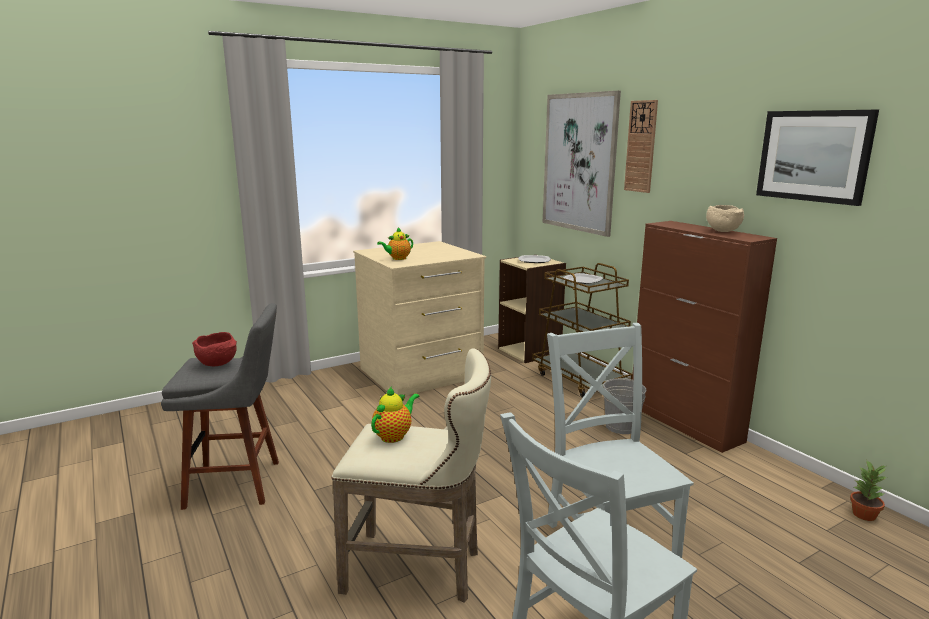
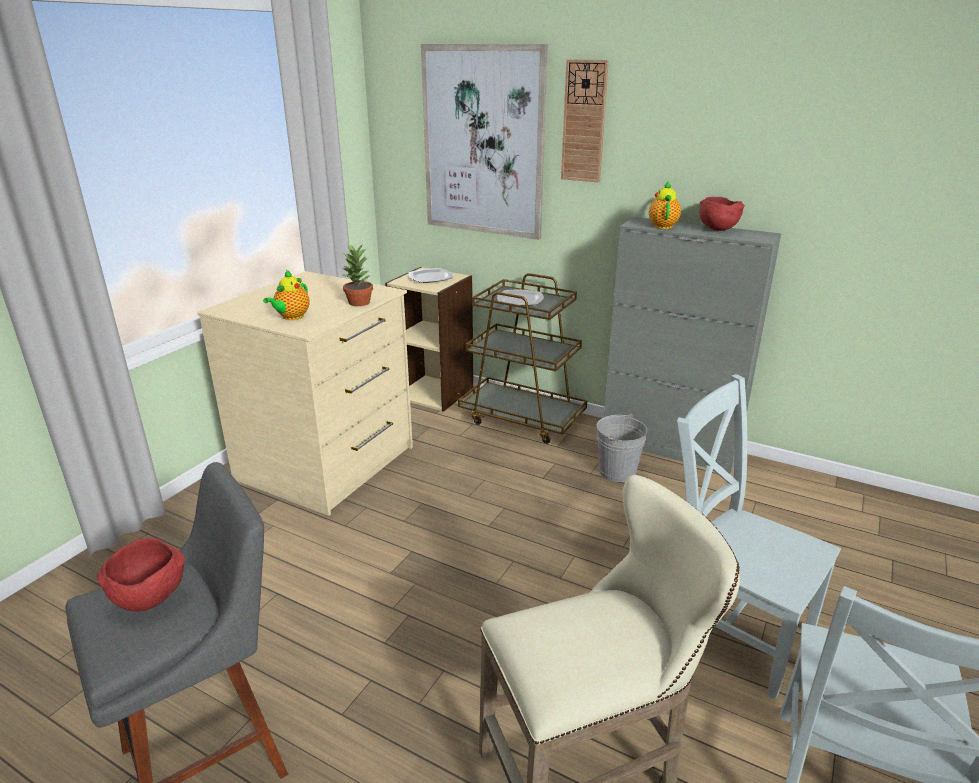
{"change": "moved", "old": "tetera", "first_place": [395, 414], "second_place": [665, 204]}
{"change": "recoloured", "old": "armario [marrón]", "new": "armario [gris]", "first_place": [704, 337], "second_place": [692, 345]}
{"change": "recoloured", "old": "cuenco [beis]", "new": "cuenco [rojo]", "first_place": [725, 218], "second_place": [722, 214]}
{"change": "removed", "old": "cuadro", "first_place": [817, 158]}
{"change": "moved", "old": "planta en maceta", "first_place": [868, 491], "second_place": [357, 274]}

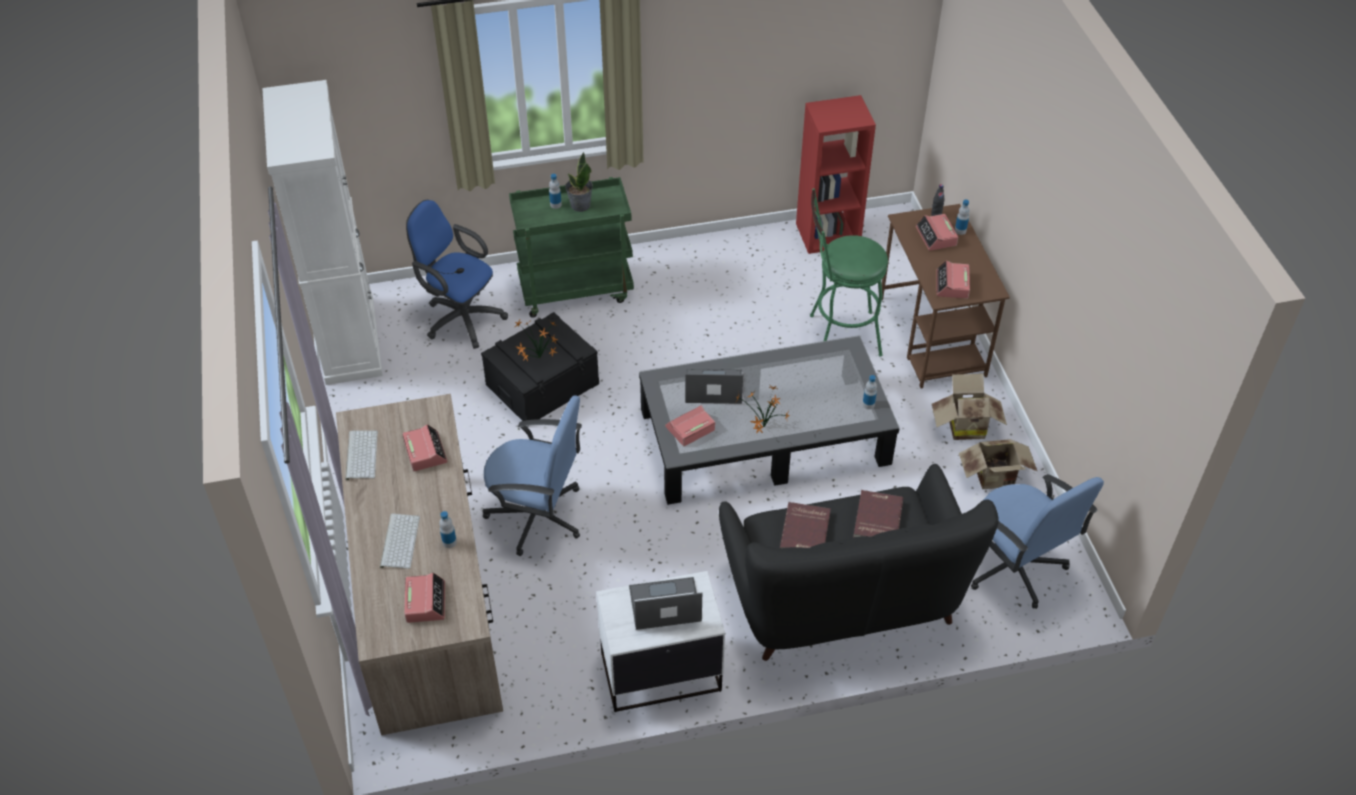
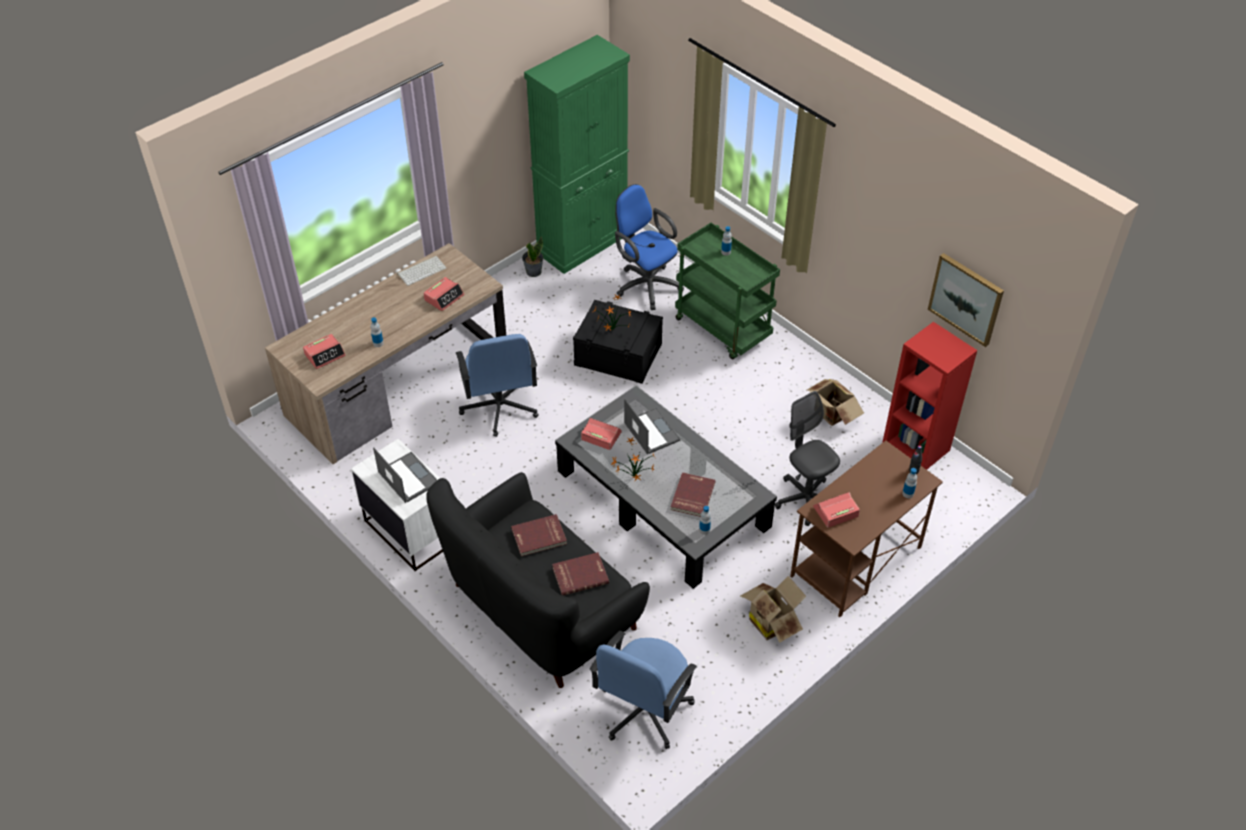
{"change": "recoloured", "old": "armario [blanco]", "new": "armario [verde]", "first_place": [322, 232], "second_place": [577, 154]}
{"change": "removed", "old": "teclado", "first_place": [400, 541]}
{"change": "turned", "old": "silla de oficina [azul]", "first_place": [457, 274], "second_place": [649, 247], "degrees": -45}
{"change": "moved", "old": "planta en maceta", "first_place": [579, 182], "second_place": [533, 257]}
{"change": "replaced", "old": "taburete [verde]", "new": "silla de oficina [gris]", "first_place": [849, 272], "second_place": [807, 458]}
{"change": "removed", "old": "despertador", "first_place": [937, 232]}
{"change": "moved", "old": "caja de cartón", "first_place": [998, 464], "second_place": [835, 402]}
{"change": "added", "new": "libro [rojo]", "second_place": [693, 494]}
{"change": "added", "new": "cuadro", "second_place": [966, 300]}

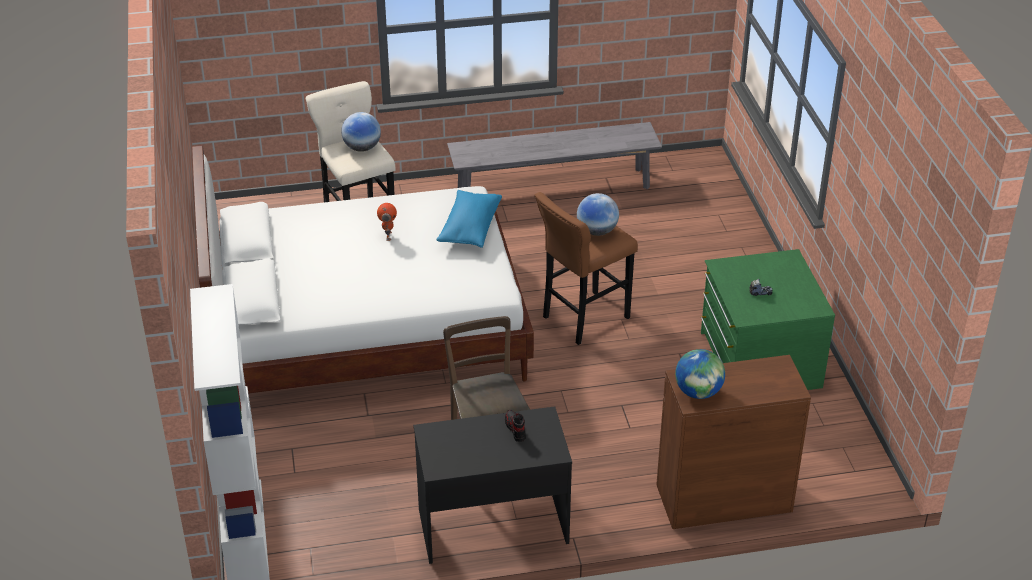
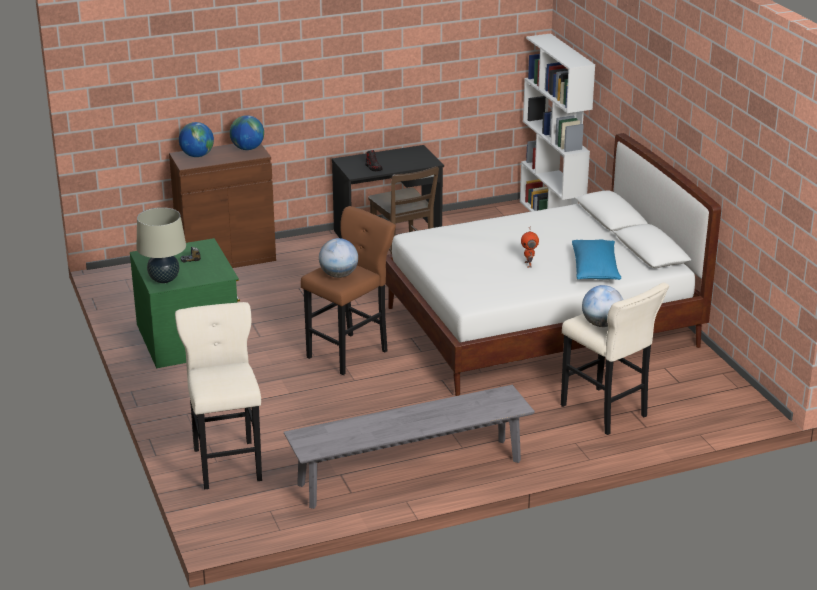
{"change": "moved", "old": "cojín [azul]", "first_place": [469, 219], "second_place": [596, 260]}
{"change": "added", "new": "lámpara de mesa [beis]", "second_place": [161, 245]}
{"change": "added", "new": "taburete [beis]", "second_place": [218, 395]}
{"change": "added", "new": "globo terráqueo", "second_place": [196, 139]}

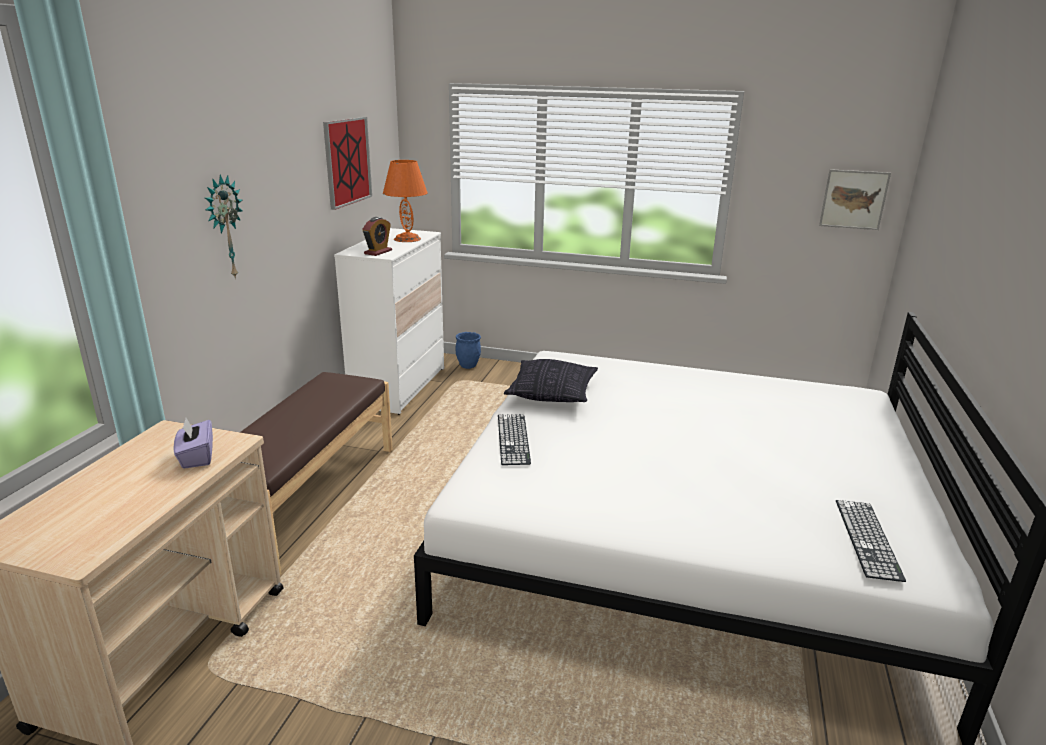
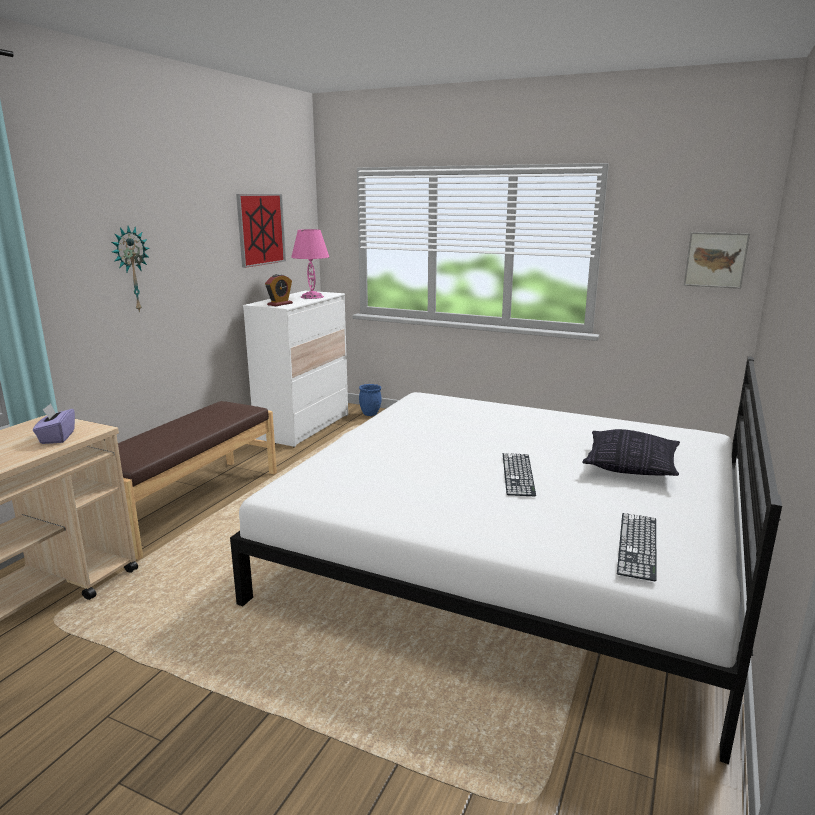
{"change": "recoloured", "old": "lámpara de mesa [naranja]", "new": "lámpara de mesa [rosa]", "first_place": [405, 201], "second_place": [310, 264]}
{"change": "moved", "old": "teclado", "first_place": [514, 439], "second_place": [519, 474]}
{"change": "moved", "old": "cojín", "first_place": [551, 380], "second_place": [631, 452]}

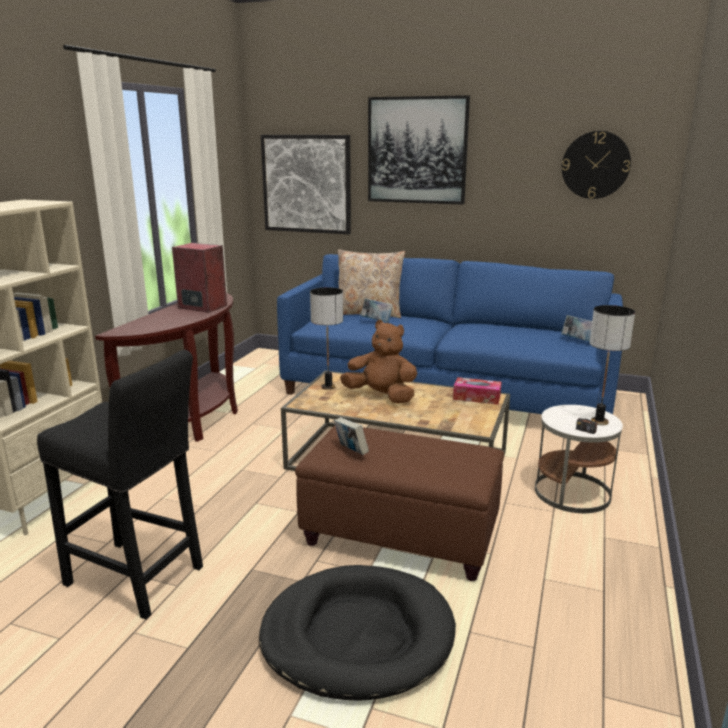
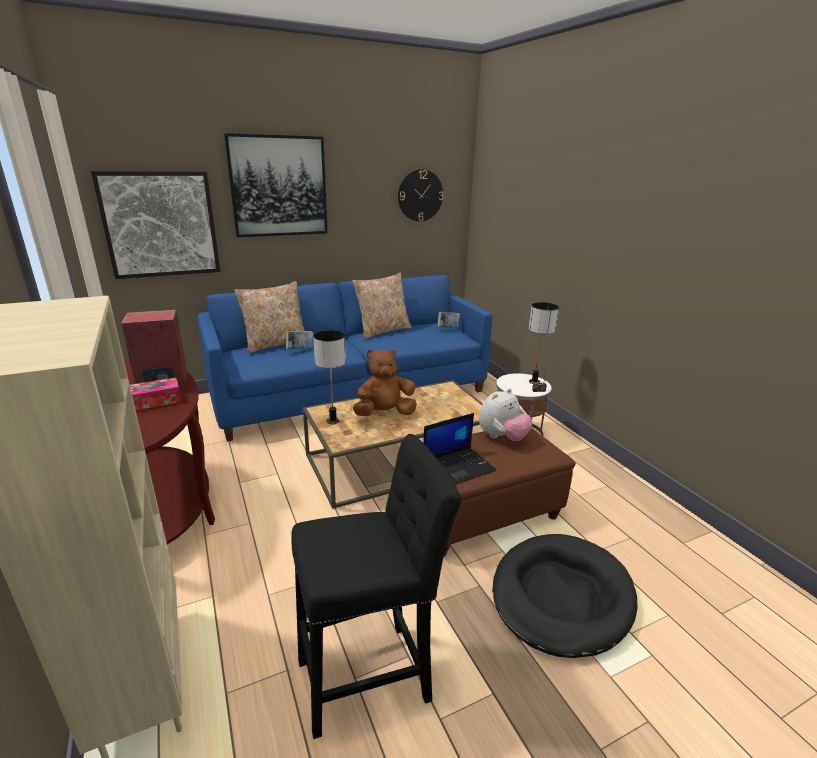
{"change": "replaced", "old": "libro", "new": "portátil", "first_place": [351, 436], "second_place": [459, 449]}
{"change": "moved", "old": "caja de pañuelos", "first_place": [477, 391], "second_place": [155, 393]}
{"change": "added", "new": "cojín [beis]", "second_place": [382, 306]}
{"change": "added", "new": "peluche", "second_place": [506, 414]}

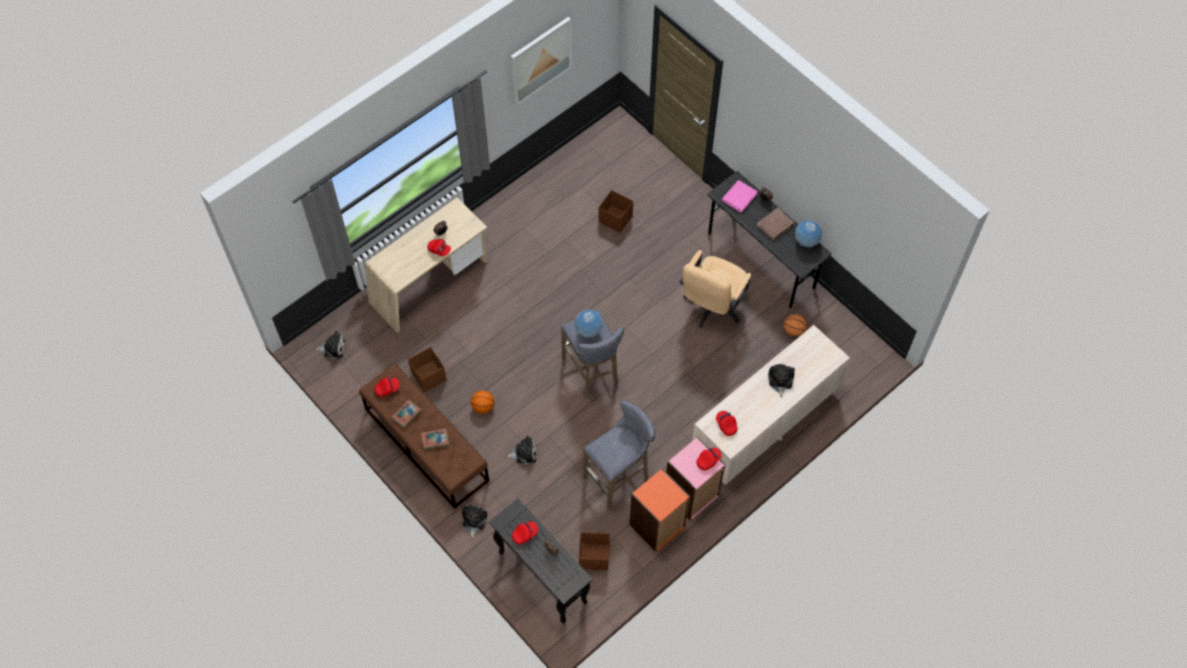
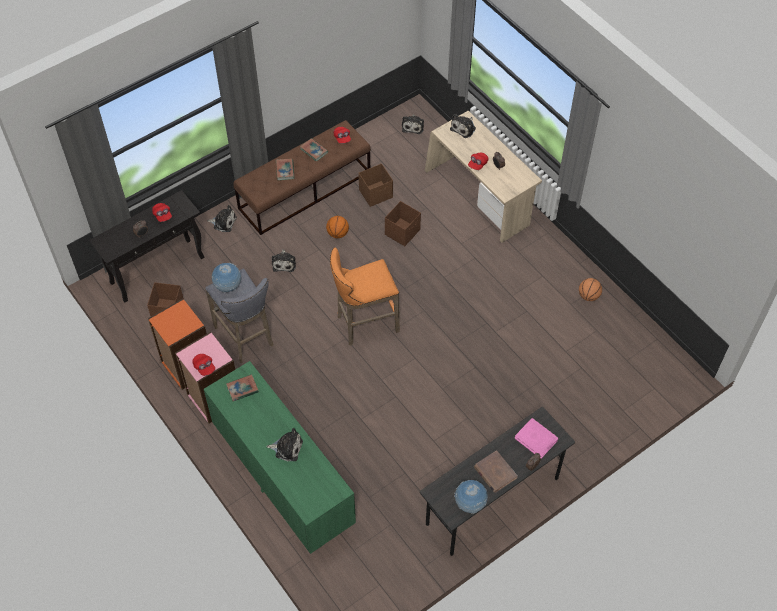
{"change": "removed", "old": "cuadro", "first_place": [541, 61]}
{"change": "recoloured", "old": "taburete [gris]", "new": "taburete [naranja]", "first_place": [592, 353], "second_place": [365, 297]}
{"change": "moved", "old": "globo terráqueo", "first_place": [589, 324], "second_place": [226, 278]}
{"change": "moved", "old": "caja de almacenaje [marrón]", "first_place": [616, 211], "second_place": [403, 223]}
{"change": "removed", "old": "silla de oficina [beis]", "first_place": [715, 289]}
{"change": "recoloured", "old": "cómoda [beis]", "new": "cómoda [verde]", "first_place": [771, 405], "second_place": [280, 457]}
{"change": "replaced", "old": "gorra [rojo]", "new": "libro", "first_place": [727, 423], "second_place": [242, 387]}
{"change": "moved", "old": "balón de baloncesto", "first_place": [795, 325], "second_place": [590, 289]}
{"change": "added", "new": "peluche", "second_place": [463, 126]}

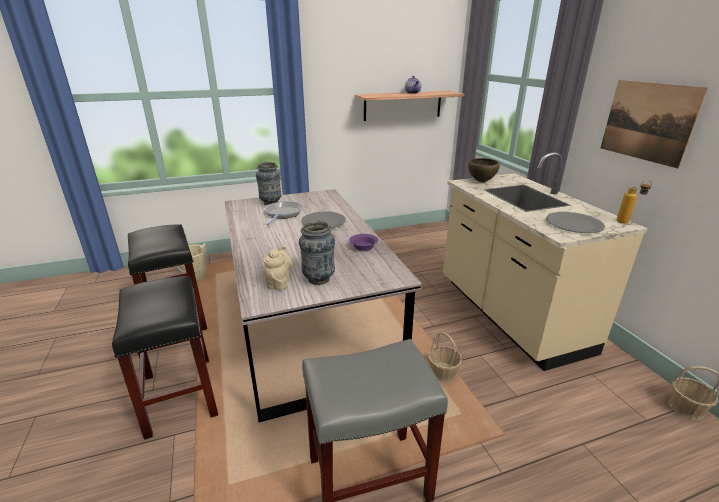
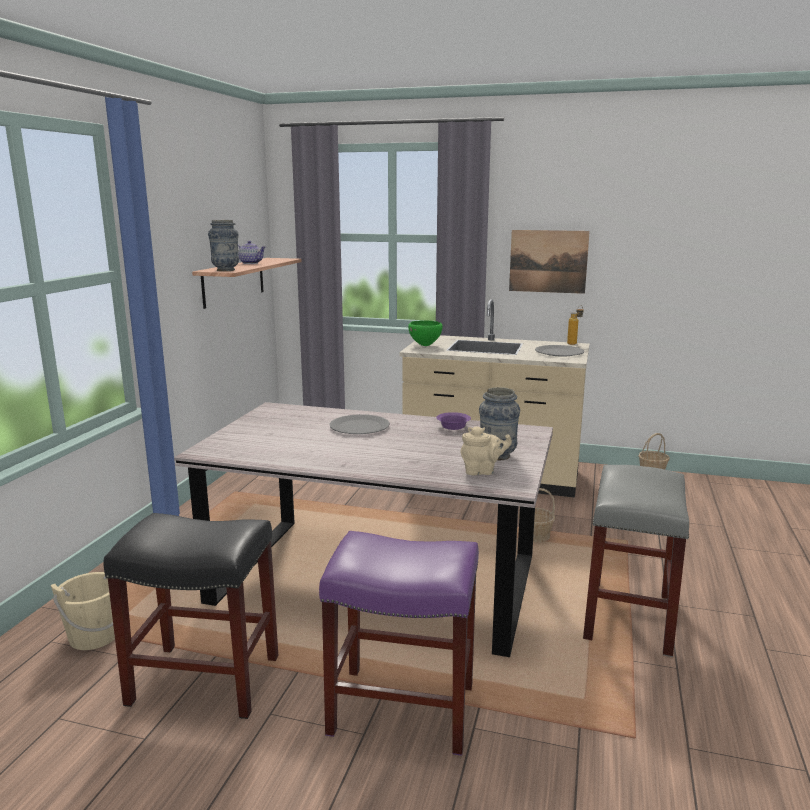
{"change": "recoloured", "old": "taburete [negro]", "new": "taburete [morado]", "first_place": [165, 358], "second_place": [399, 643]}
{"change": "moved", "old": "florero", "first_place": [268, 183], "second_place": [223, 245]}
{"change": "turned", "old": "tetera [beis]", "first_place": [278, 267], "second_place": [486, 450], "degrees": 135}
{"change": "removed", "old": "sartén", "first_place": [283, 213]}
{"change": "recoloured", "old": "cuenco [marrón]", "new": "cuenco [verde]", "first_place": [484, 170], "second_place": [425, 333]}

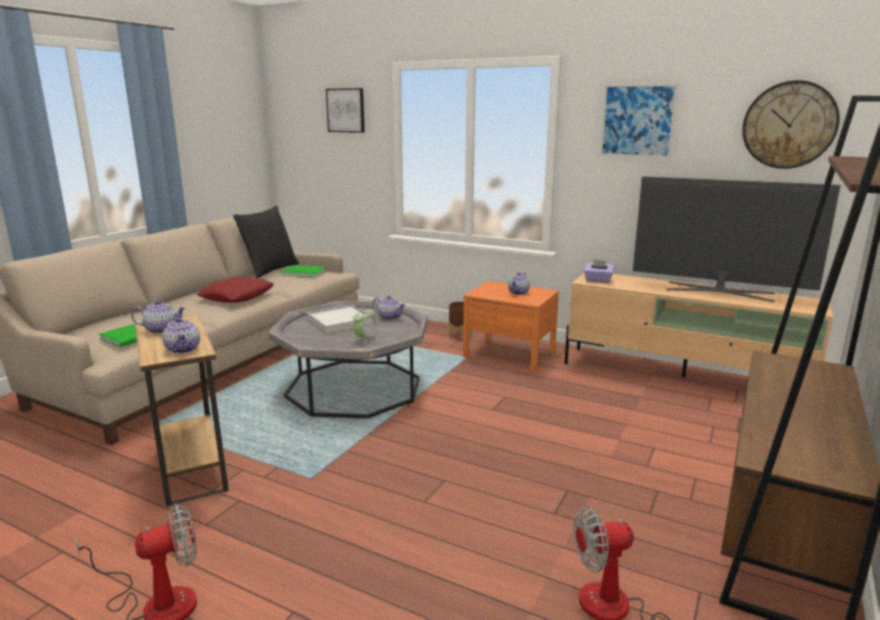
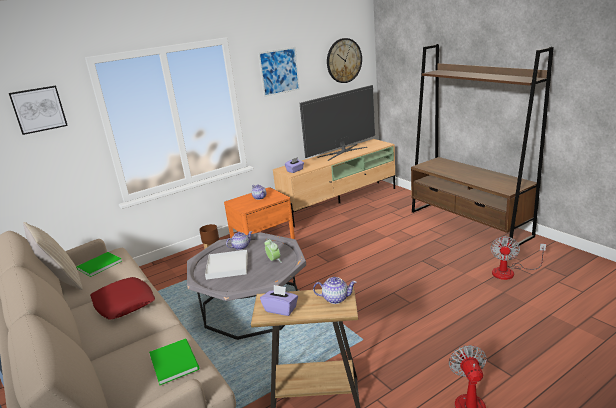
{"change": "replaced", "old": "tetera", "new": "caja de pañuelos [morado]", "first_place": [158, 317], "second_place": [279, 300]}
{"change": "recoloured", "old": "cojín [negro]", "new": "cojín [beis]", "first_place": [266, 241], "second_place": [53, 256]}

